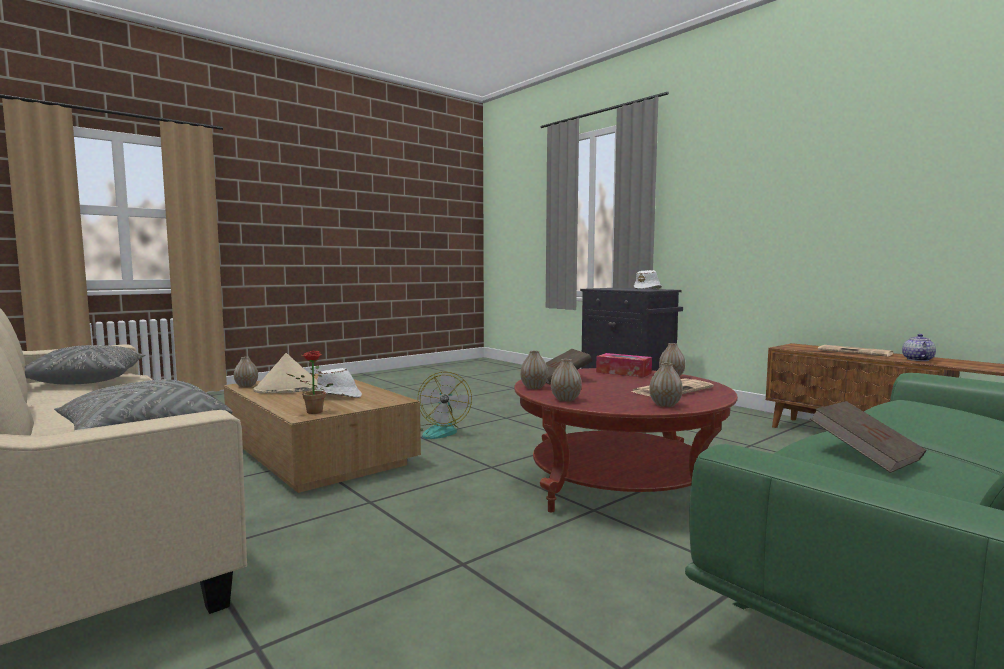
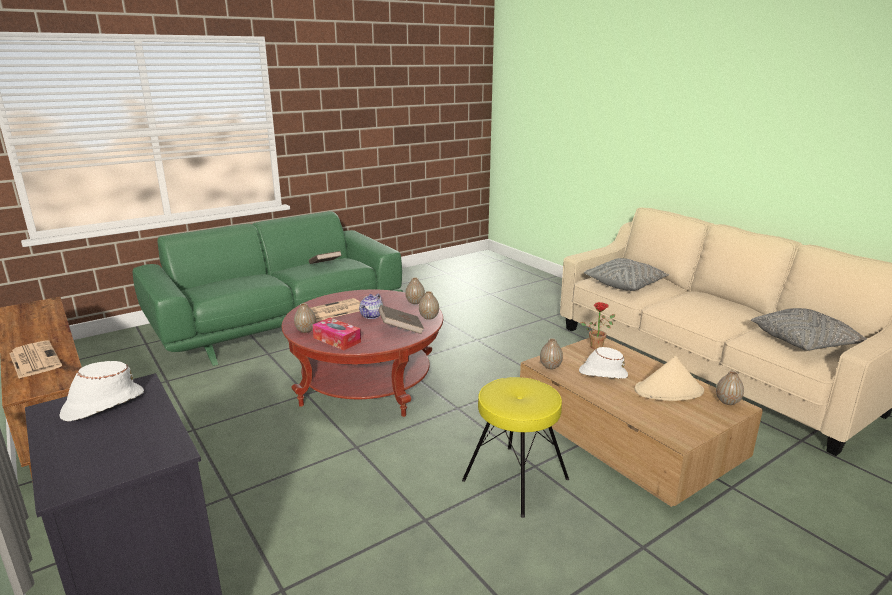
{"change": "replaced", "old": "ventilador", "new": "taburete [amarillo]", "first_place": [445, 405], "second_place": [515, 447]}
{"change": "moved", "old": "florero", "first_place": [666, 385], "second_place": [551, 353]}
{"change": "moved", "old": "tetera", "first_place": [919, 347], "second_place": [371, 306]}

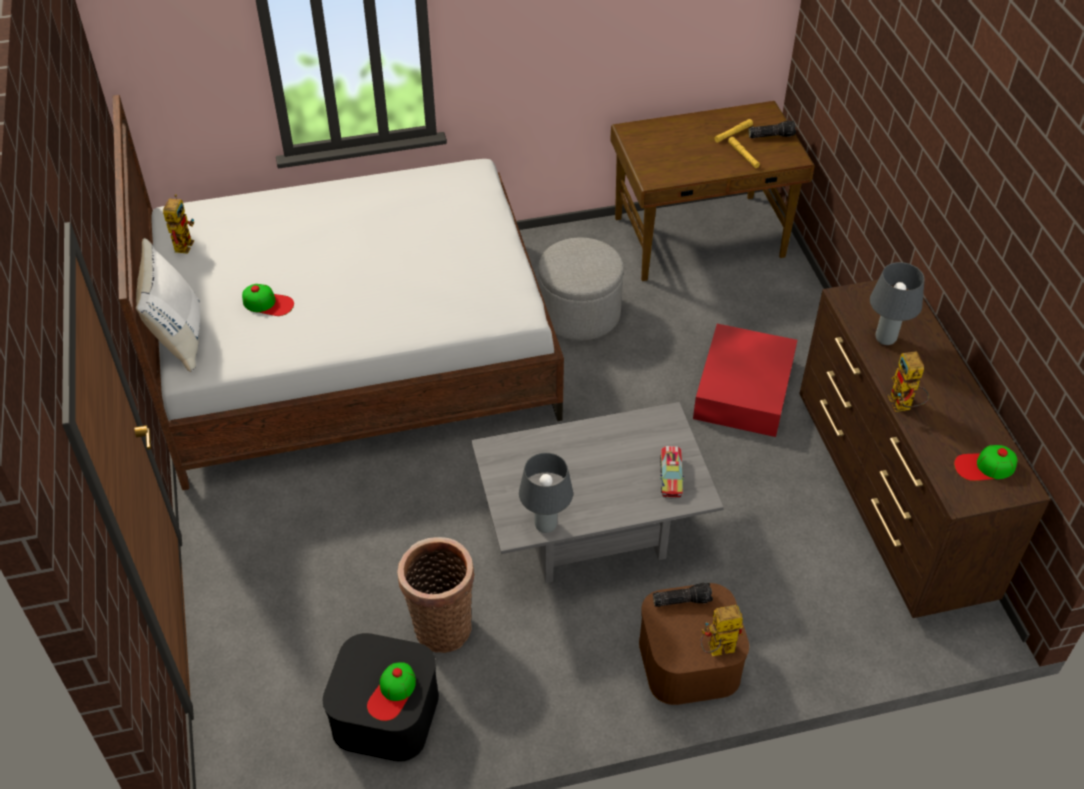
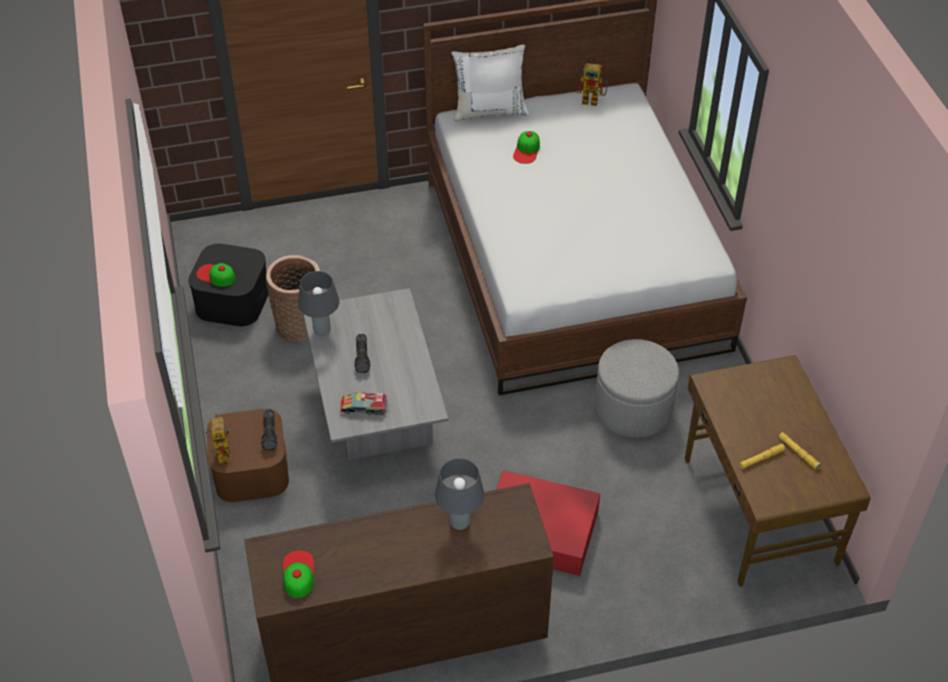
{"change": "moved", "old": "linterna", "first_place": [772, 129], "second_place": [362, 353]}
{"change": "removed", "old": "robot de juguete", "first_place": [908, 381]}

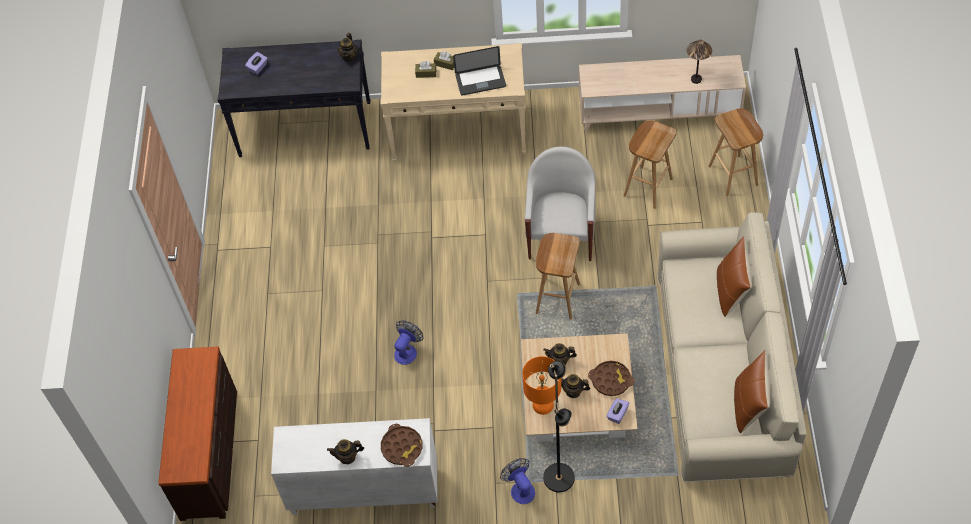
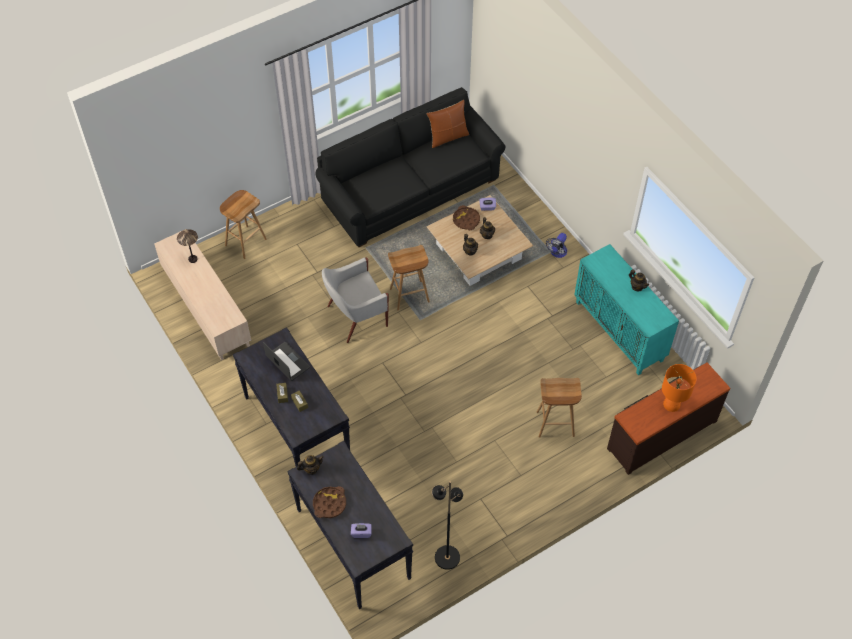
{"change": "recoloured", "old": "armario [blanco]", "new": "armario [turquesa]", "first_place": [354, 466], "second_place": [626, 309]}
{"change": "recoloured", "old": "mesa consola [beis]", "new": "mesa consola [negro]", "first_place": [453, 102], "second_place": [291, 397]}
{"change": "moved", "old": "bandeja [marrón]", "first_place": [401, 445], "second_place": [329, 502]}
{"change": "removed", "old": "ventilador", "first_place": [408, 342]}
{"change": "moved", "old": "lámpara de mesa [naranja]", "first_place": [541, 385], "second_place": [679, 388]}
{"change": "moved", "old": "lámpara de pie [negro]", "first_place": [559, 426], "second_place": [447, 525]}
{"change": "moved", "old": "taburete [marrón]", "first_place": [650, 164], "second_place": [559, 408]}
{"change": "recoloured", "old": "sofá [beis]", "new": "sofá [negro]", "first_place": [731, 347], "second_place": [410, 167]}
{"change": "removed", "old": "cojín [marrón]", "first_place": [734, 276]}

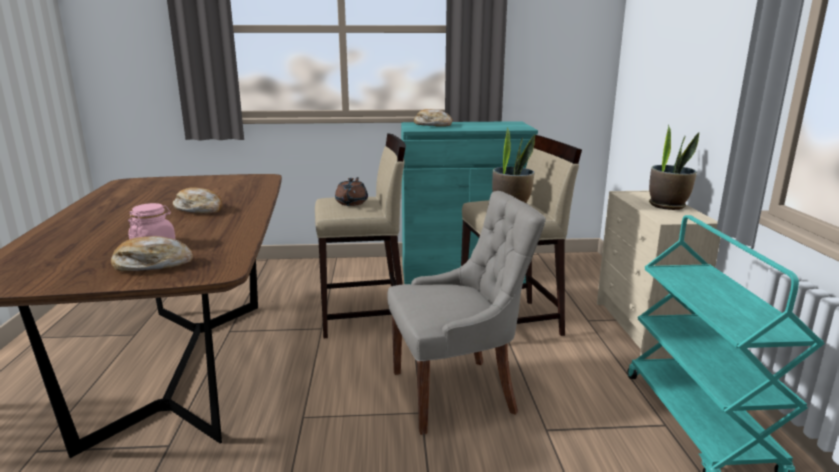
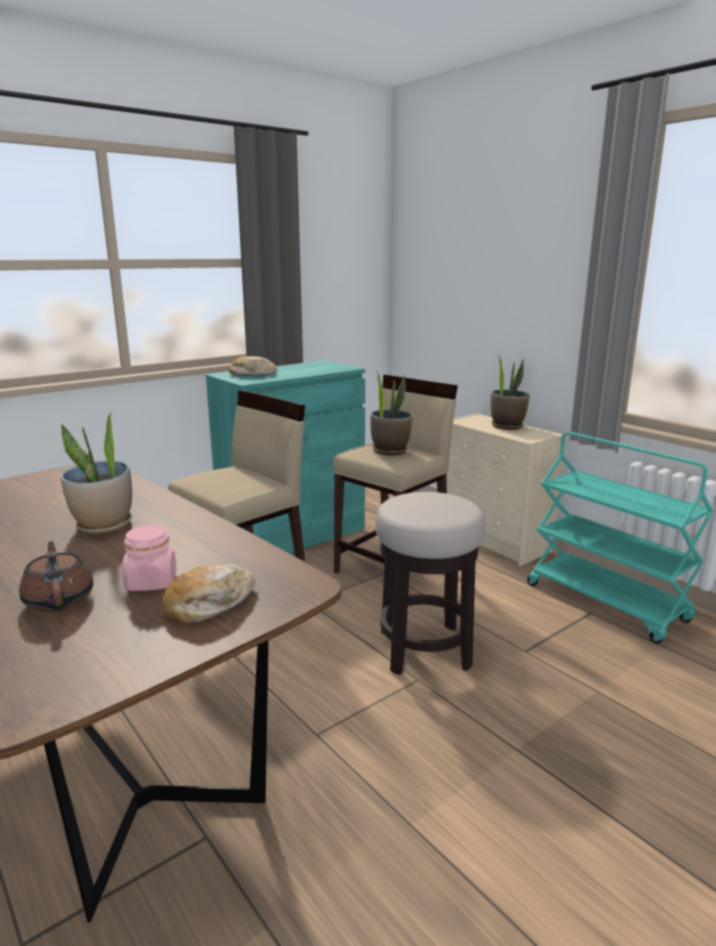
{"change": "replaced", "old": "pan", "new": "planta en maceta", "first_place": [197, 200], "second_place": [96, 472]}
{"change": "moved", "old": "tetera [marrón]", "first_place": [351, 191], "second_place": [56, 576]}
{"change": "replaced", "old": "silla [gris]", "new": "taburete", "first_place": [466, 313], "second_place": [430, 583]}

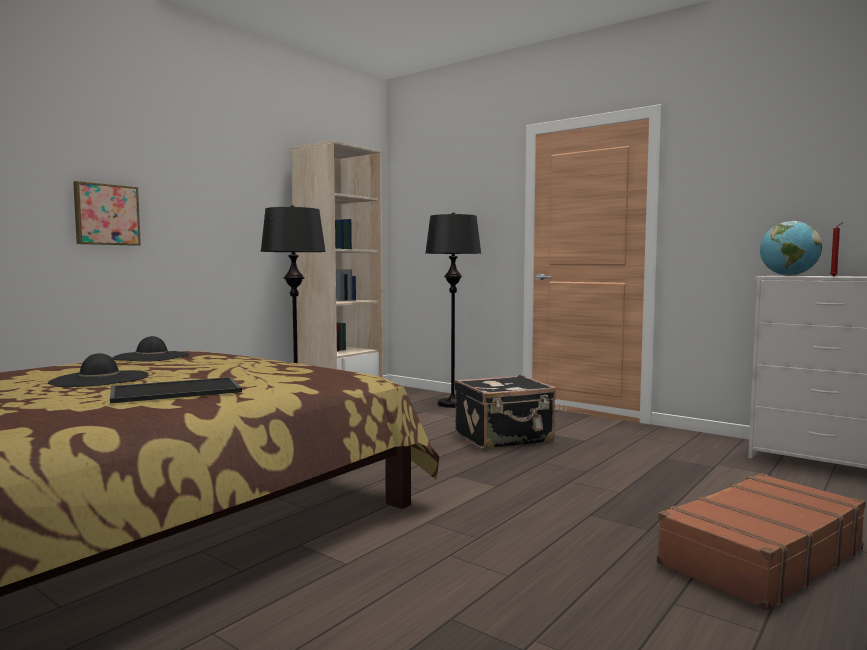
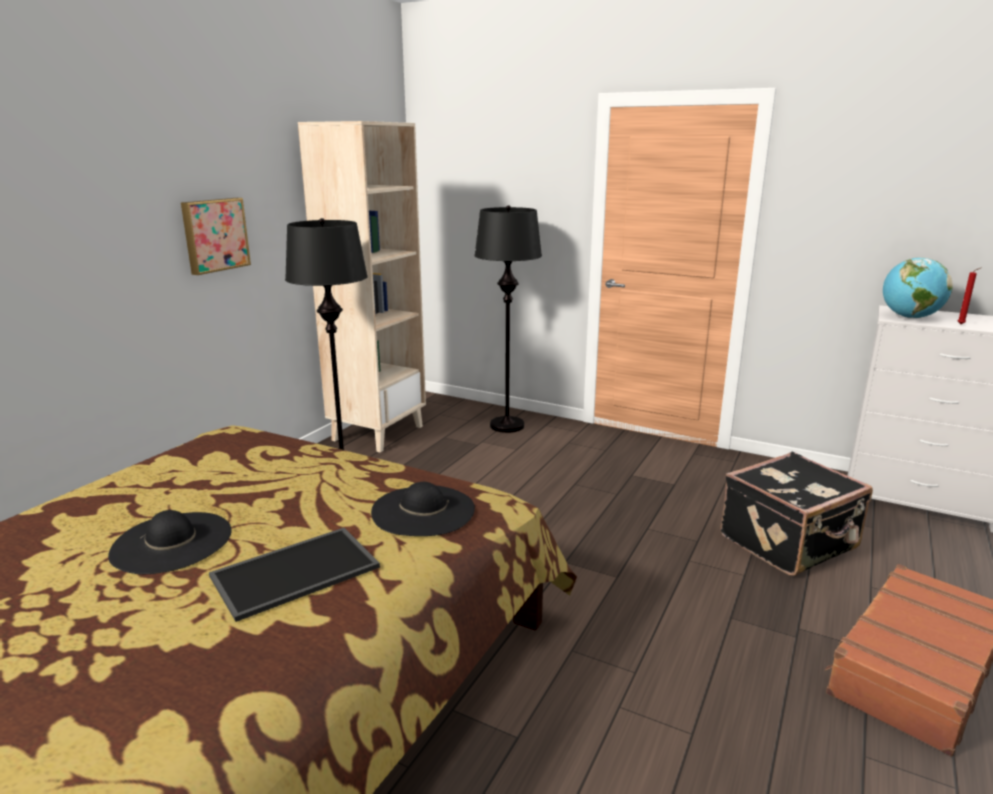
{"change": "moved", "old": "cuadro", "first_place": [107, 213], "second_place": [216, 236]}
{"change": "moved", "old": "sombrero [negro]", "first_place": [151, 348], "second_place": [423, 509]}
{"change": "moved", "old": "maleta [negro]", "first_place": [505, 412], "second_place": [796, 513]}

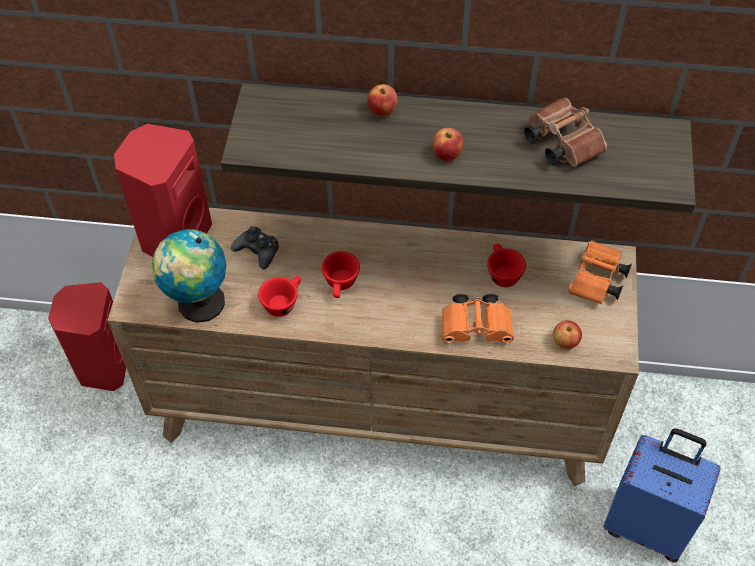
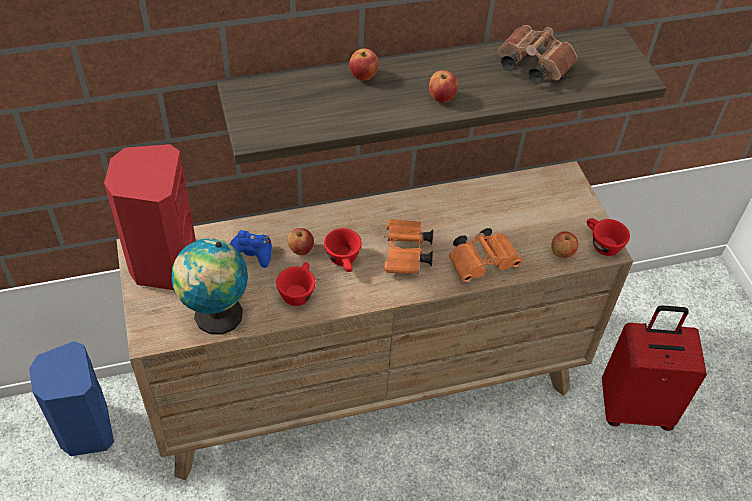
{"change": "recoloured", "old": "altavoz [rojo]", "new": "altavoz [azul]", "first_place": [87, 336], "second_place": [71, 398]}
{"change": "recoloured", "old": "mando de consola [negro]", "new": "mando de consola [azul]", "first_place": [255, 247], "second_place": [251, 249]}
{"change": "moved", "old": "taza [rojo]", "first_place": [506, 265], "second_place": [608, 237]}
{"change": "moved", "old": "prismáticos [naranja]", "first_place": [600, 272], "second_place": [408, 246]}
{"change": "recoloured", "old": "maleta [azul]", "new": "maleta [rojo]", "first_place": [662, 495], "second_place": [654, 368]}
{"change": "added", "new": "manzana", "second_place": [301, 241]}

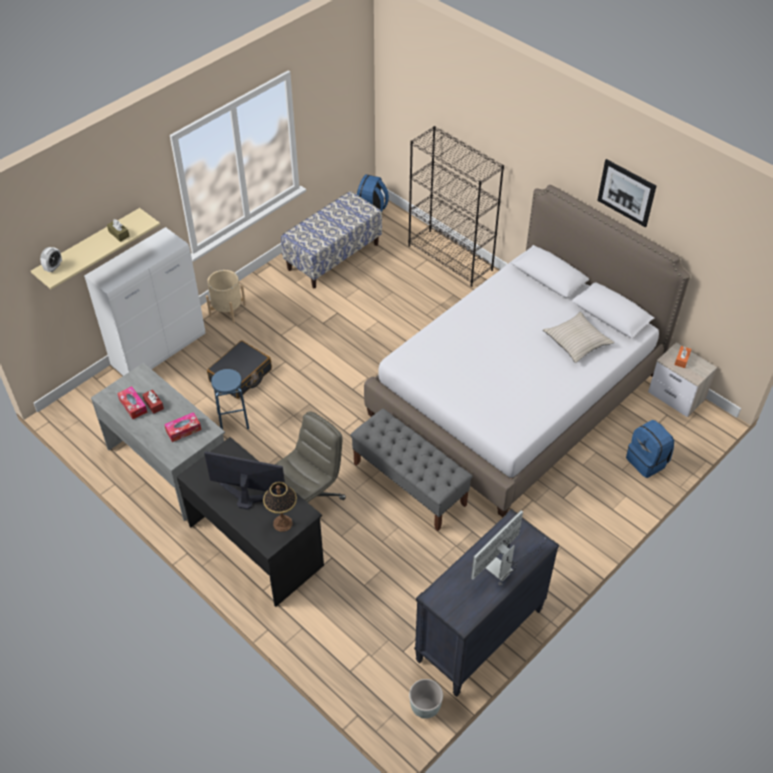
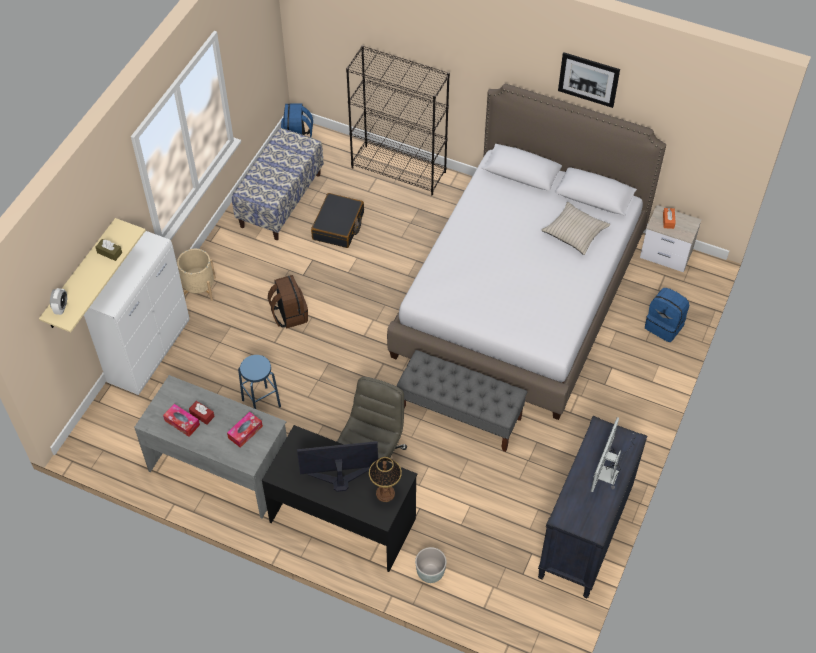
{"change": "moved", "old": "maleta [negro]", "first_place": [239, 369], "second_place": [337, 220]}
{"change": "moved", "old": "maceta [gris]", "first_place": [426, 699], "second_place": [431, 565]}
{"change": "added", "new": "mochila [marrón]", "second_place": [288, 302]}

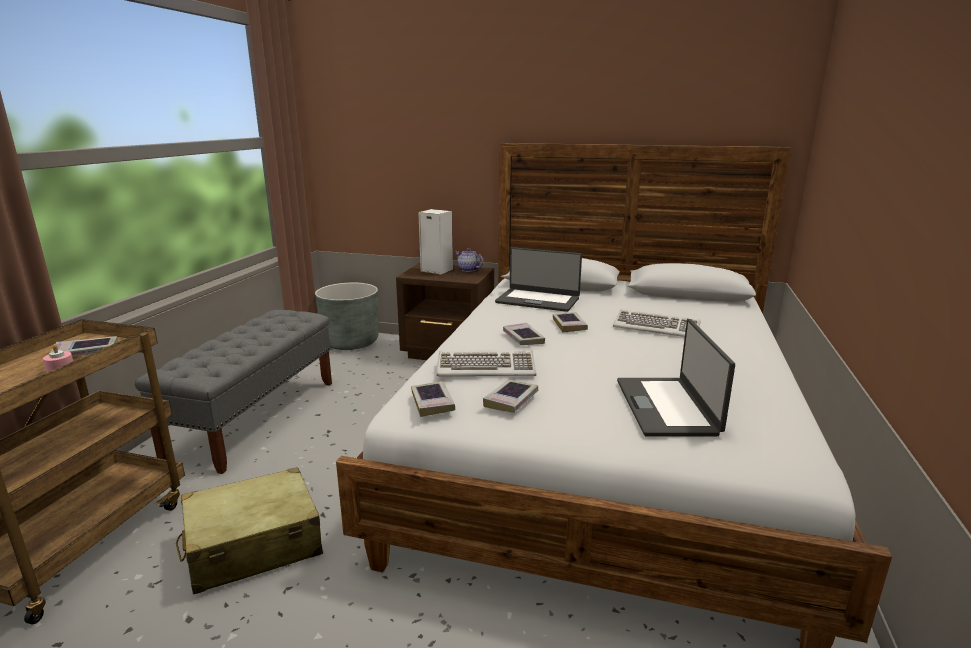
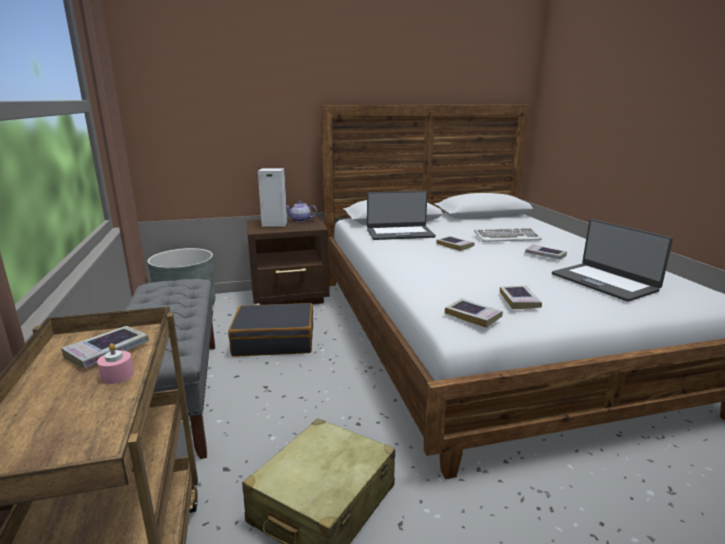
{"change": "removed", "old": "teclado", "first_place": [486, 363]}
{"change": "moved", "old": "libro", "first_place": [524, 334], "second_place": [546, 252]}
{"change": "added", "new": "maleta [negro]", "second_place": [270, 329]}

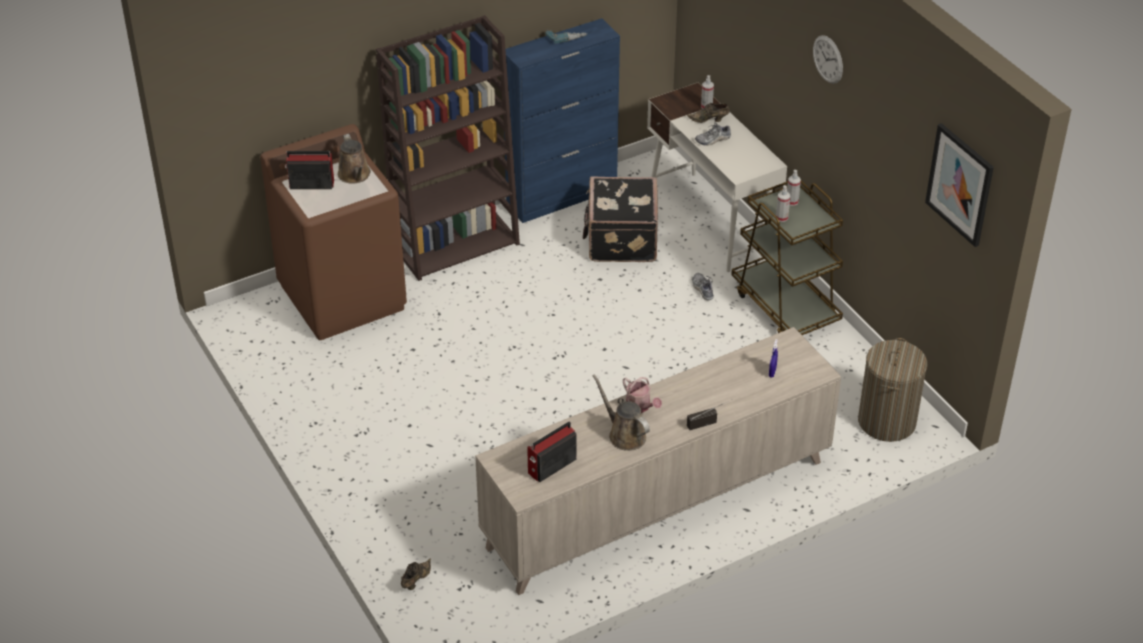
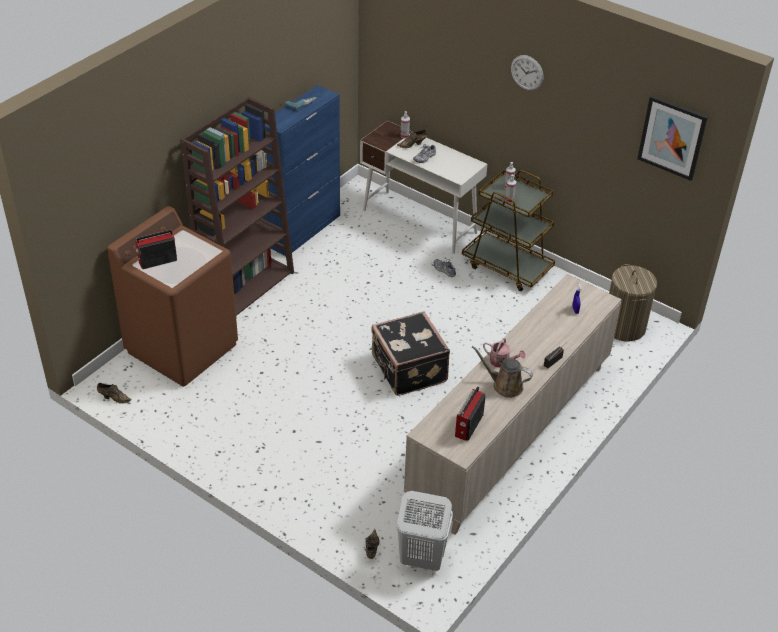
{"change": "removed", "old": "regadera [marrón]", "first_place": [354, 159]}
{"change": "moved", "old": "maleta [negro]", "first_place": [620, 219], "second_place": [410, 353]}
{"change": "added", "new": "zapato [marrón]", "second_place": [114, 393]}
{"change": "added", "new": "cesto de la ropa [blanco]", "second_place": [424, 531]}

